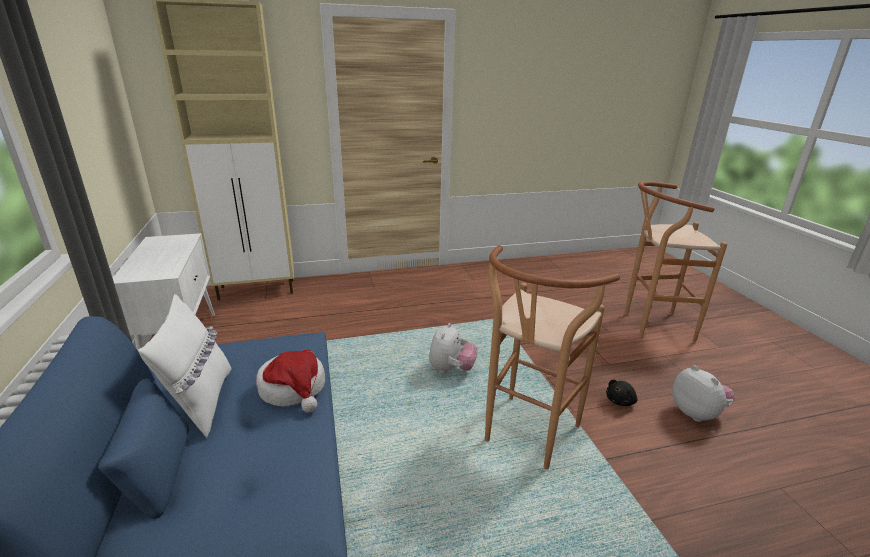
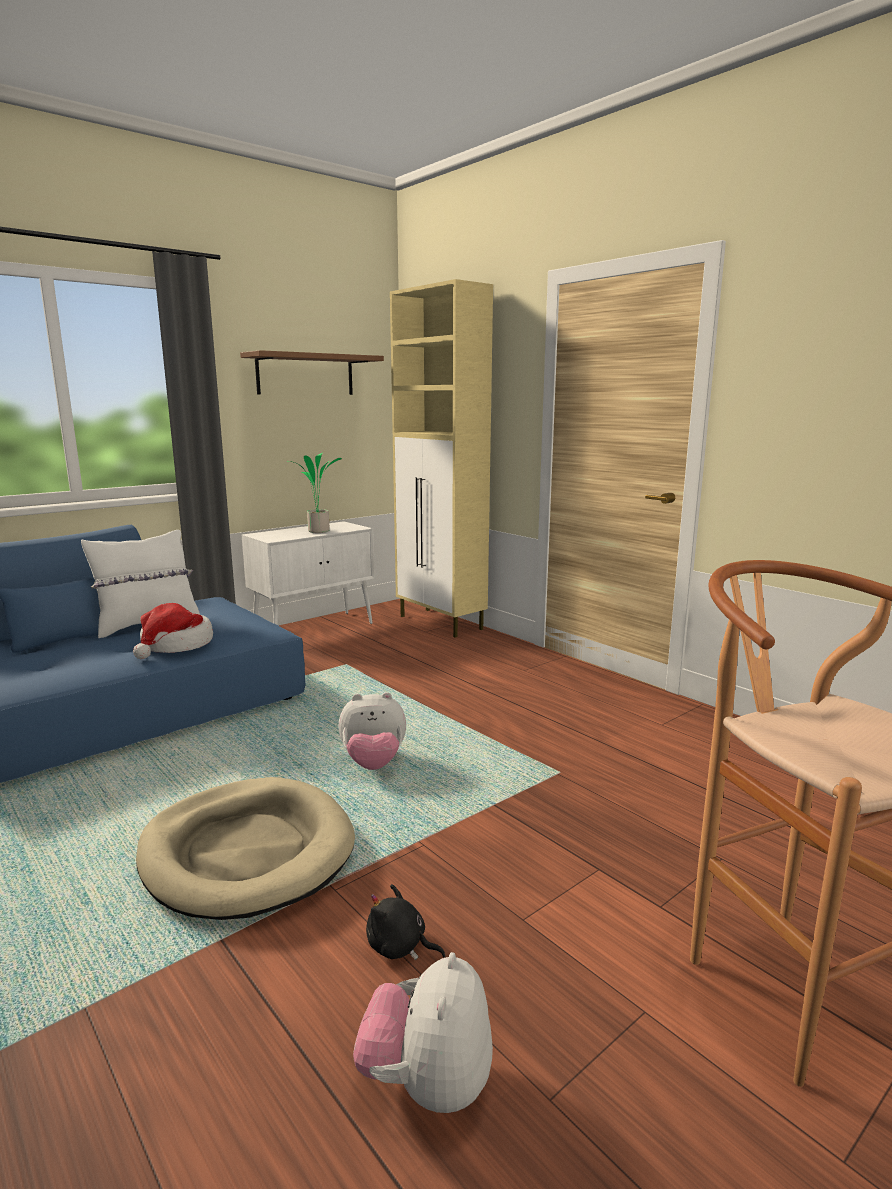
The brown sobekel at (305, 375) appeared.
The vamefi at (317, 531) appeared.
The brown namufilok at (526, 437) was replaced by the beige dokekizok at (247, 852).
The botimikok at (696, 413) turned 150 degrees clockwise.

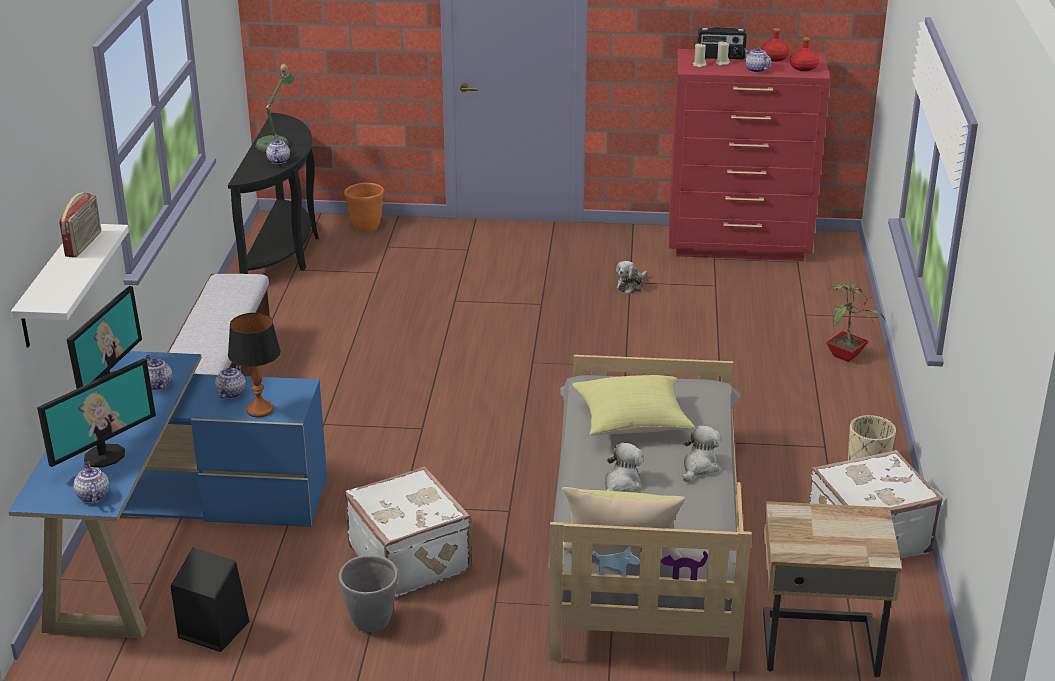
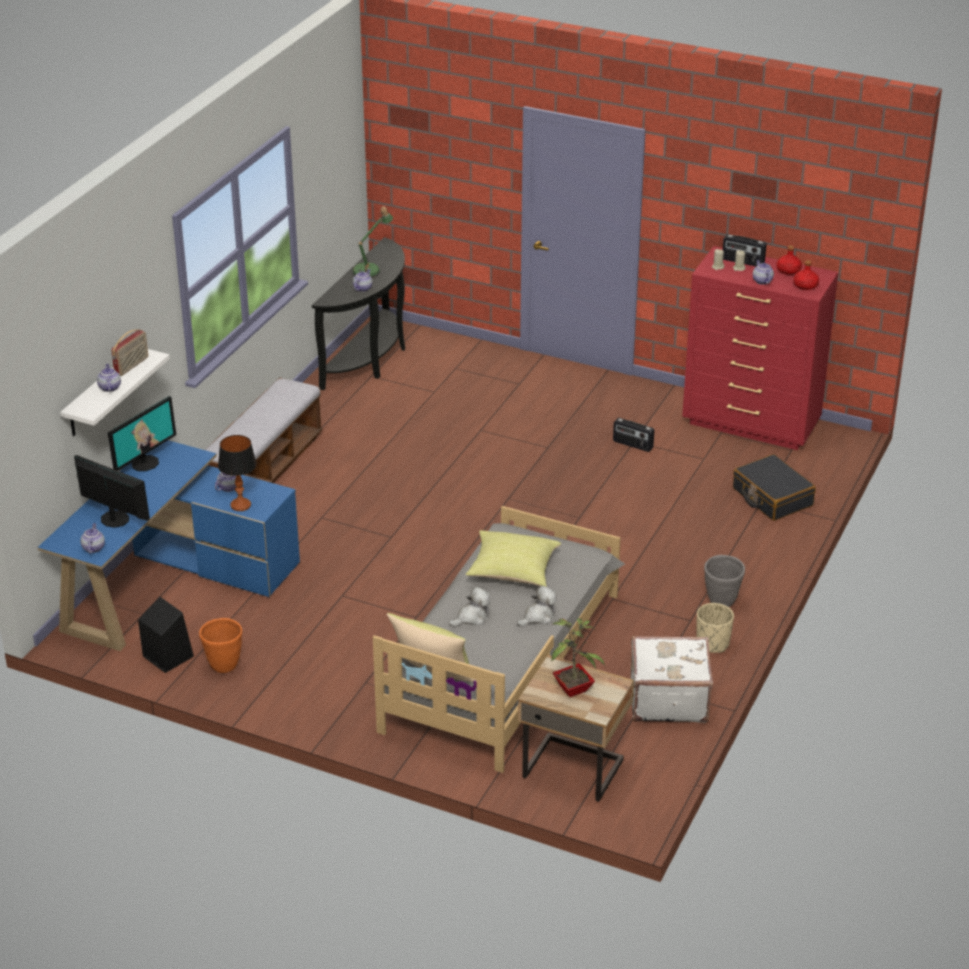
The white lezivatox at (411, 559) disappeared.
The black lezivatox at (772, 497) appeared.
The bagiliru moved from (157, 384) to (109, 387).
The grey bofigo moved from (371, 623) to (721, 601).
The orange bofigo moved from (365, 228) to (223, 665).
The vamefi moved from (846, 355) to (574, 689).
The botimikok at (631, 285) was replaced by the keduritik at (632, 445).
The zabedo at (104, 455) turned 120 degrees counterclockwise.

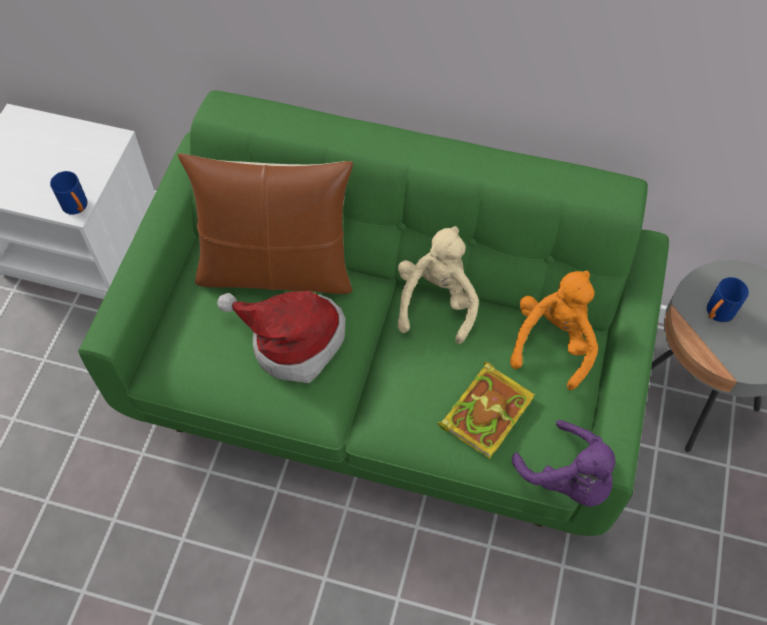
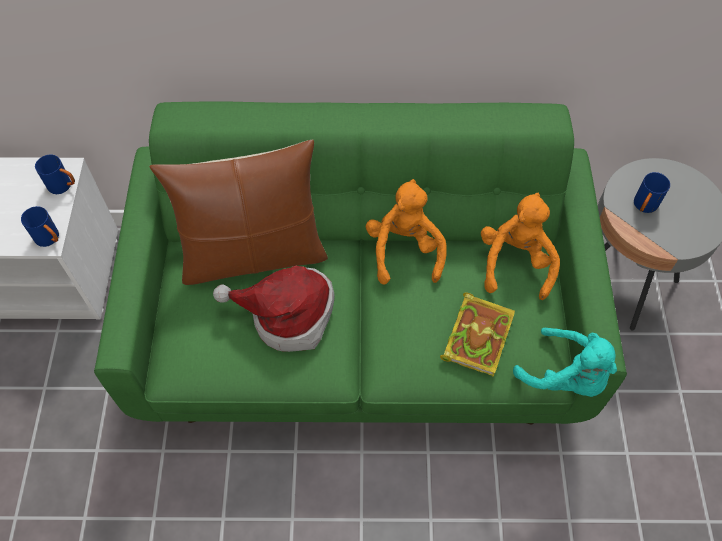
The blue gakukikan at (64, 186) appeared.
The beige botimikok at (436, 301) became the orange botimikok at (404, 250).
The purple botimikok at (570, 479) became the turquoise botimikok at (566, 376).

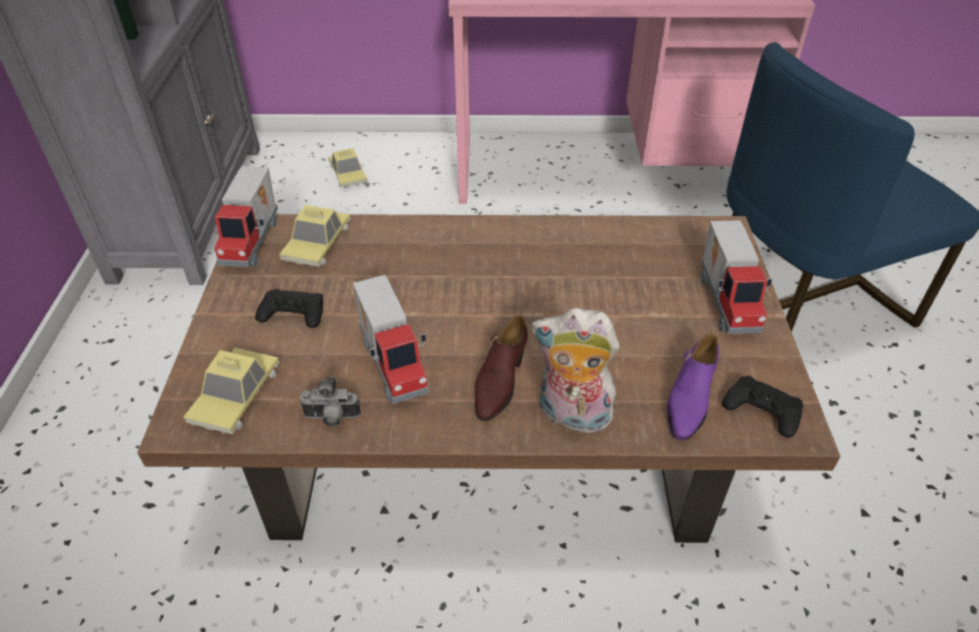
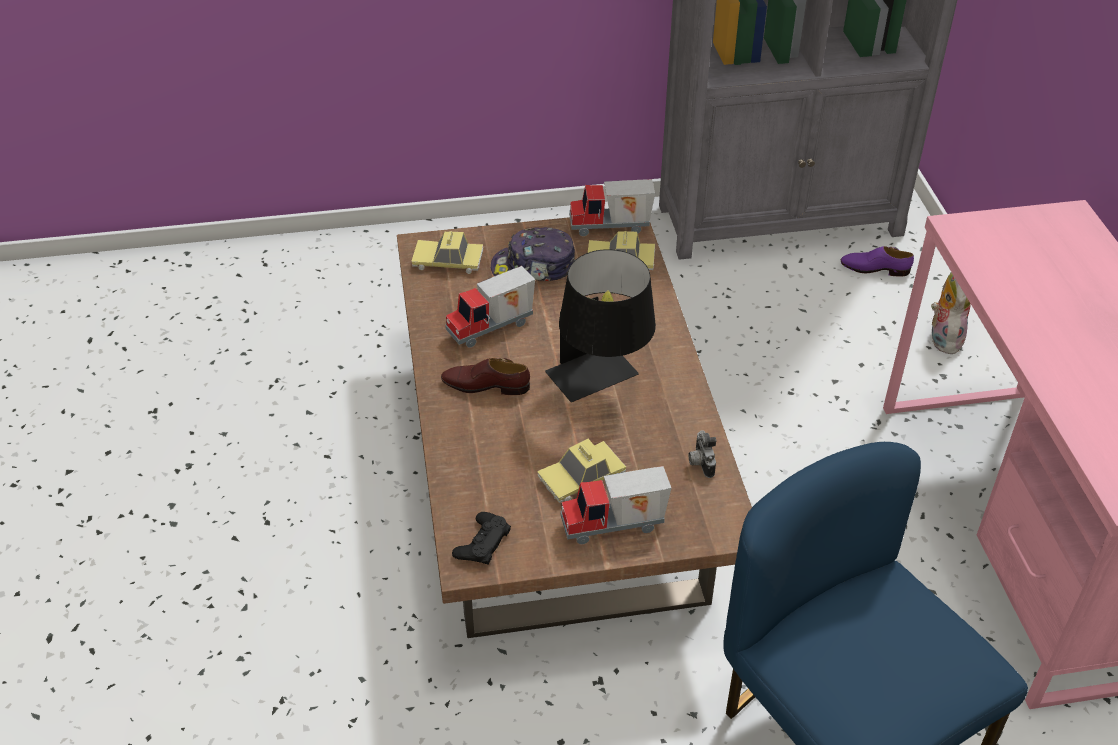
The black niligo at (601, 383) appeared.
The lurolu moved from (331, 418) to (700, 463).
The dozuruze moved from (348, 174) to (581, 477).
The botimikok moved from (571, 416) to (943, 337).
The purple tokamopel moved from (689, 399) to (874, 268).
The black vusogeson at (293, 313) was replaced by the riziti at (533, 267).

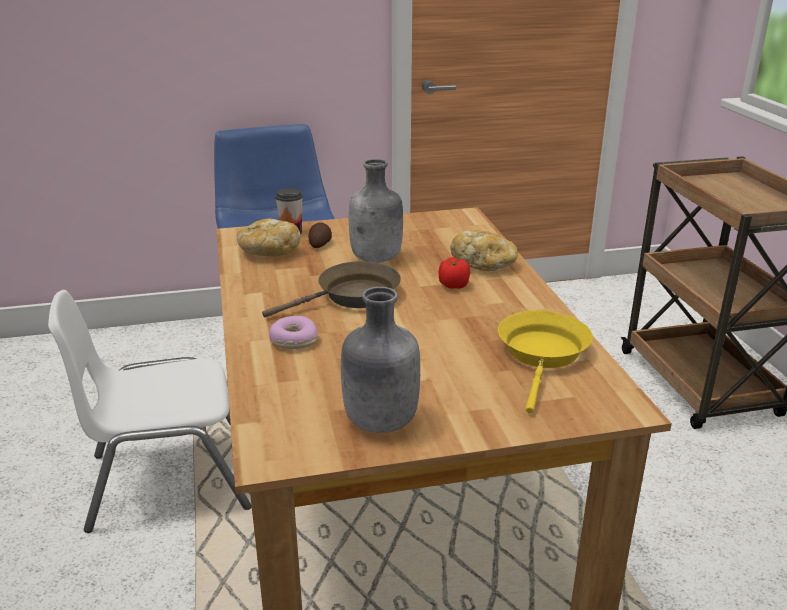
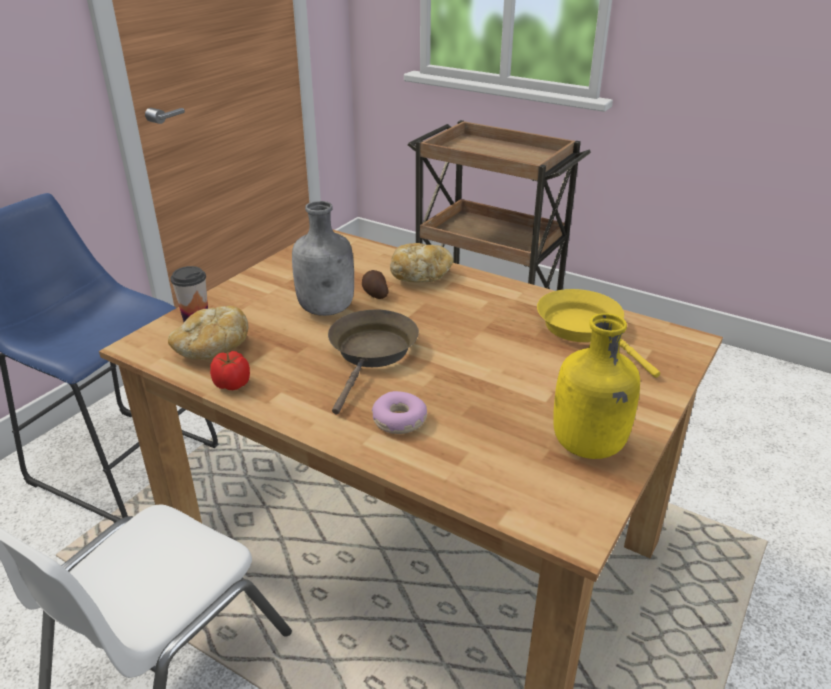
The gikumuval moved from (319, 244) to (375, 294).
The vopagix moved from (453, 286) to (232, 385).
The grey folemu at (379, 422) became the yellow folemu at (588, 446).

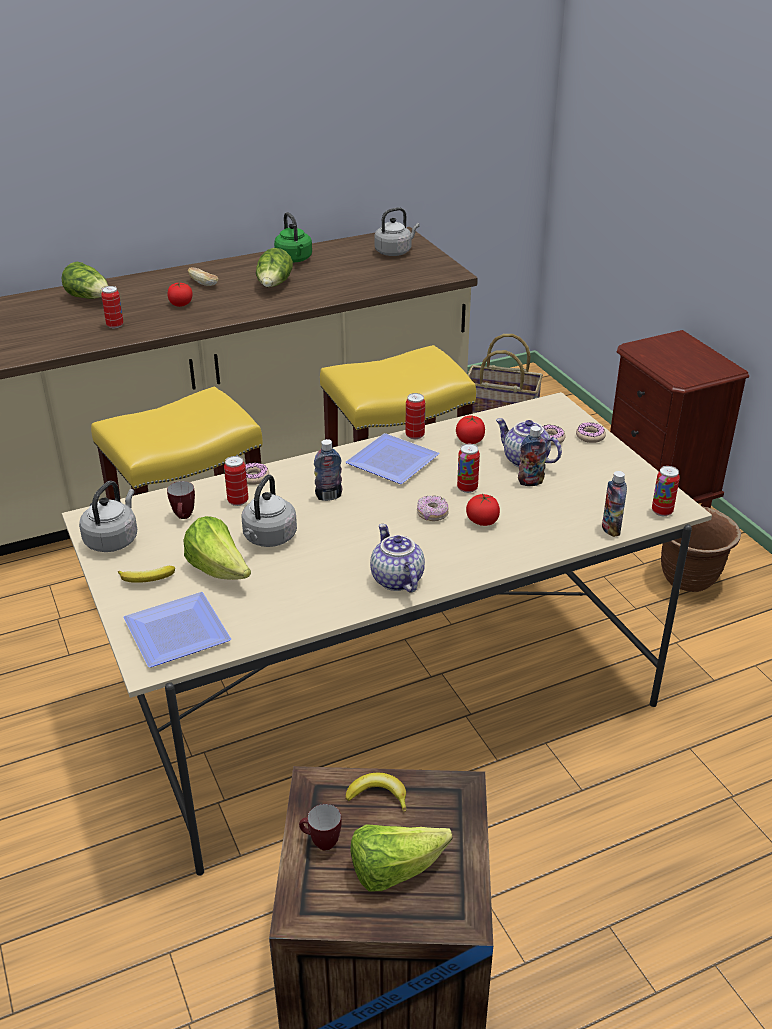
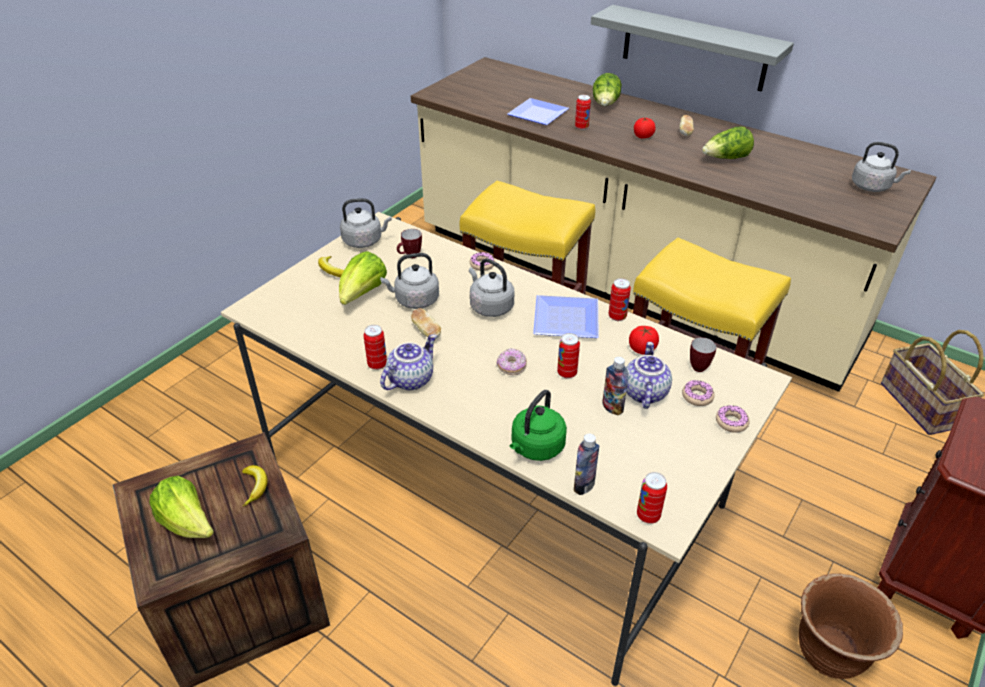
The vopagix at (482, 521) disappeared.
The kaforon at (426, 331) appeared.
The grey sobekel at (694, 48) appeared.
The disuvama moved from (179, 630) to (540, 114).
The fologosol moved from (238, 501) to (377, 364).
The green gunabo moved from (294, 259) to (536, 448).
The gakukikan moved from (320, 843) to (696, 365).
The folemu at (329, 496) was replaced by the grey gunabo at (490, 306).

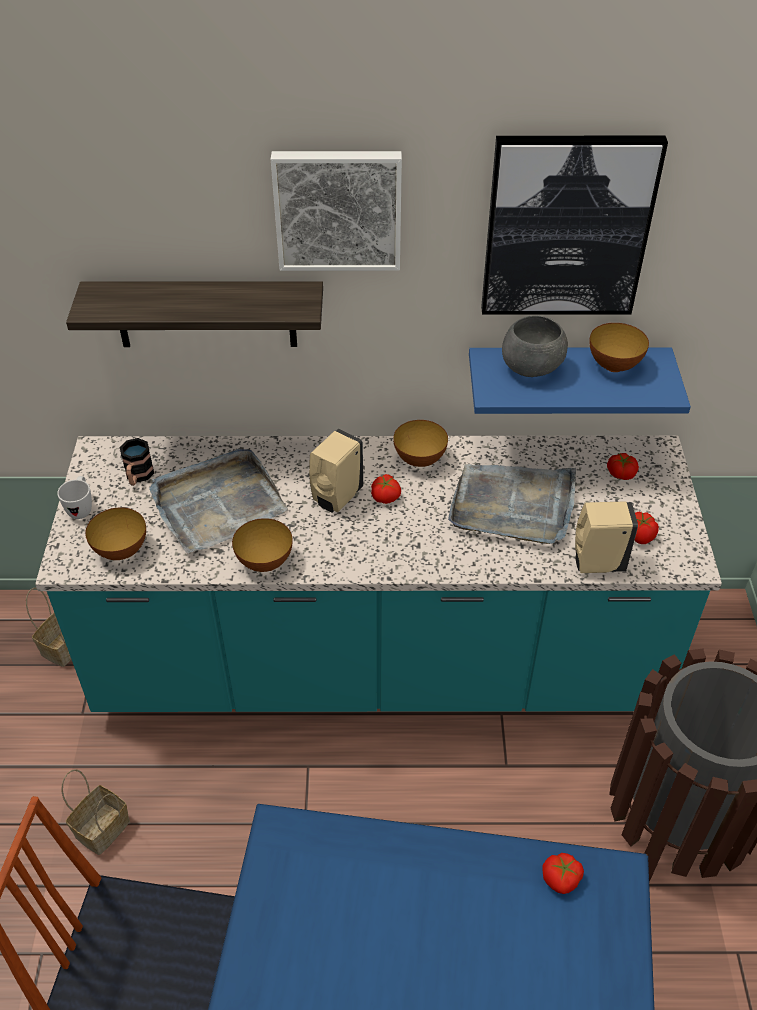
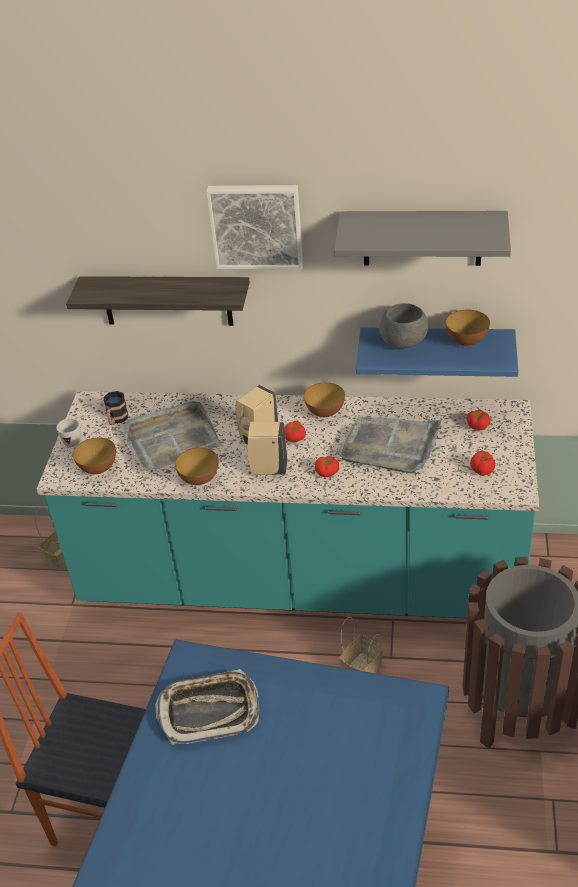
The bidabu at (209, 711) appeared.
The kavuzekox moved from (102, 831) to (361, 670).
The vopagix moved from (561, 879) to (327, 472).
The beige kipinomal moved from (596, 563) to (267, 469).
The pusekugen at (567, 227) was replaced by the grey sobekel at (422, 238).

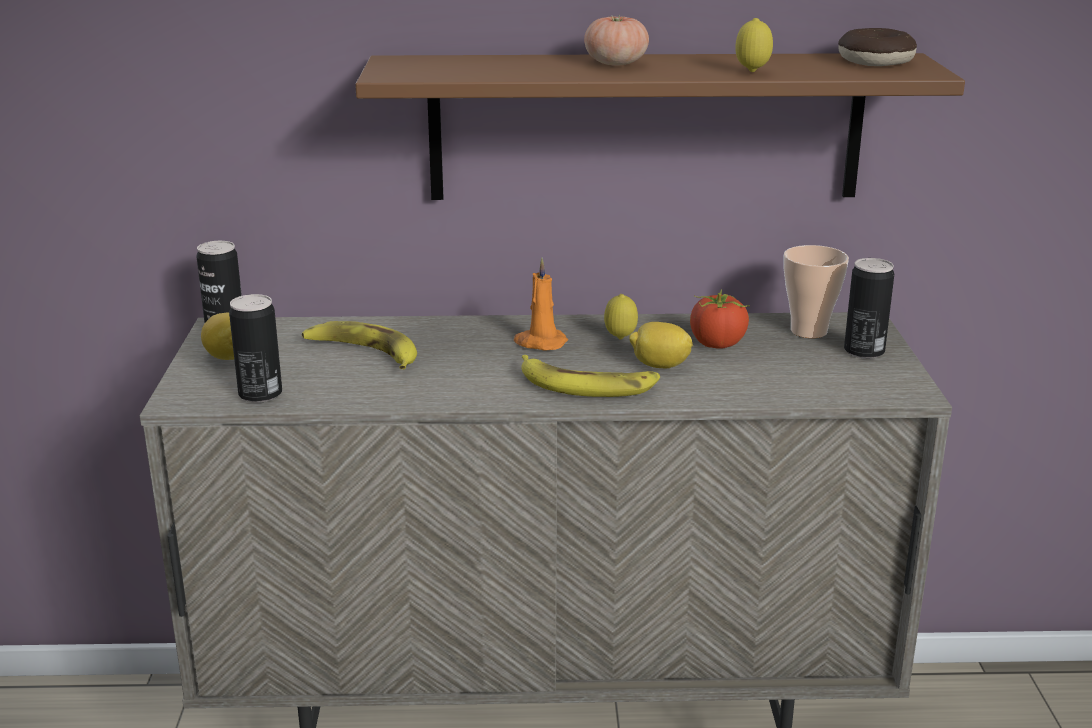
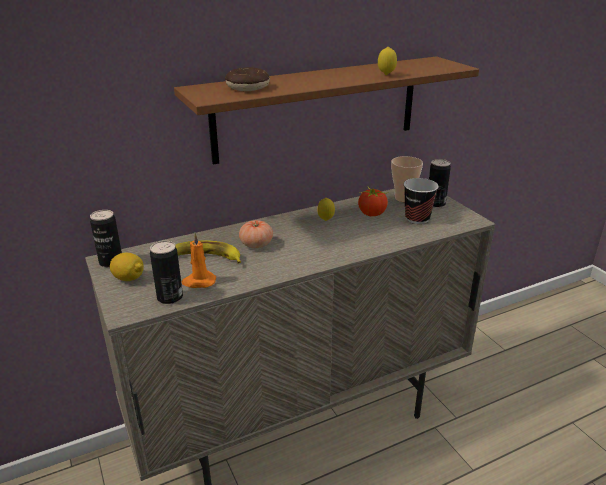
The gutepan at (587, 385) disappeared.
The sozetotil at (660, 366) disappeared.
The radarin at (417, 219) appeared.
The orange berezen moved from (539, 343) to (198, 281).
The vopagix moved from (616, 63) to (256, 244).
The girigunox moved from (875, 61) to (247, 87).

